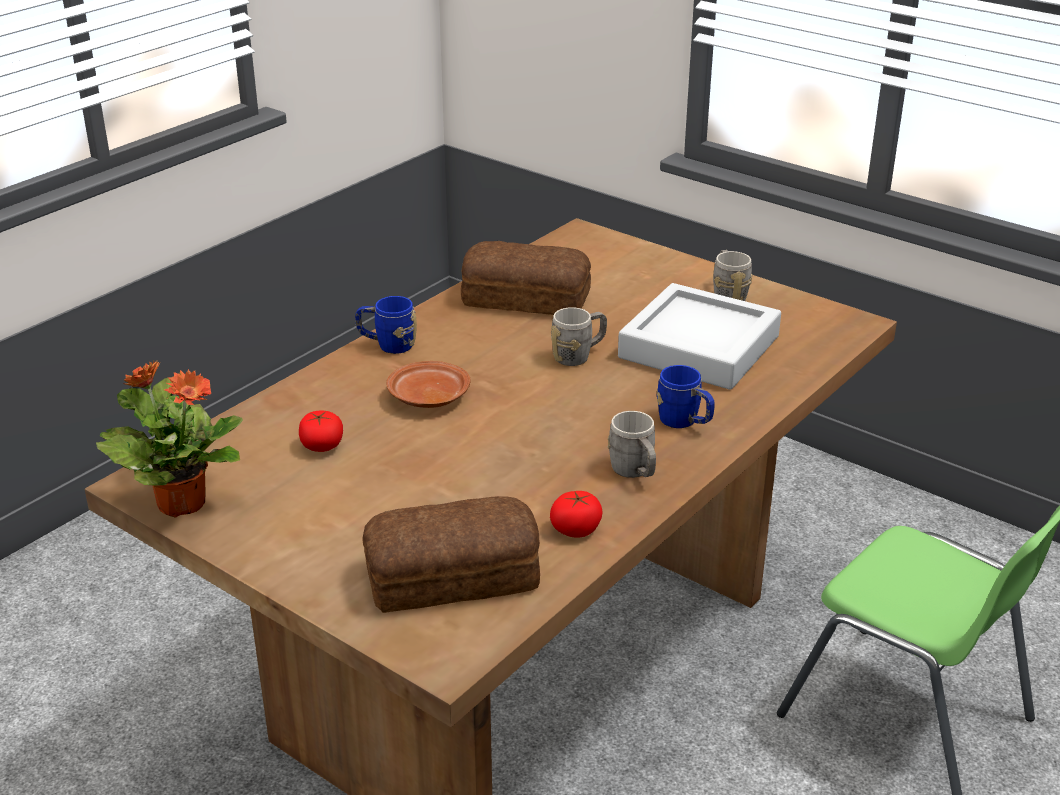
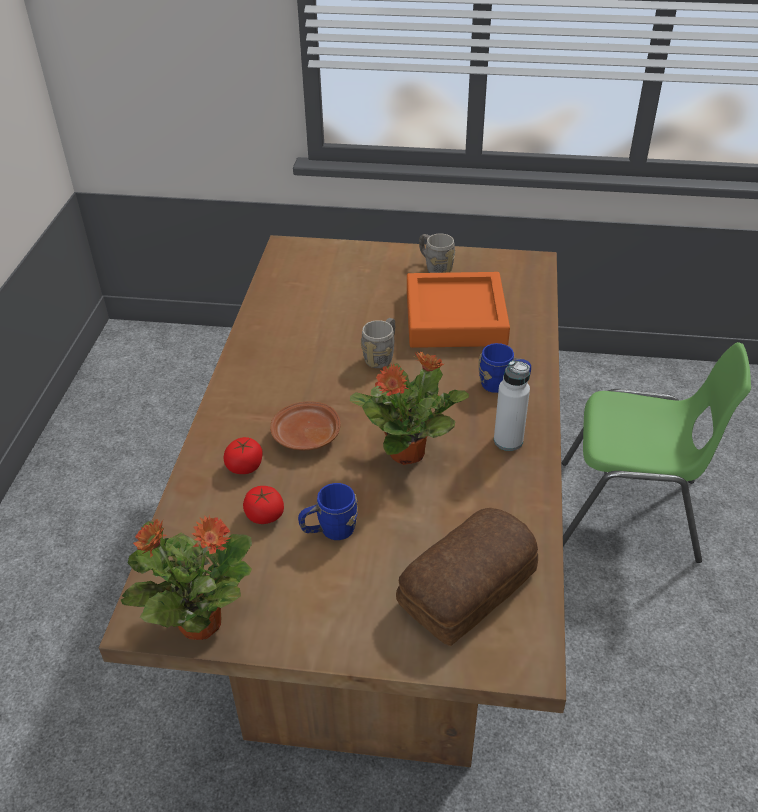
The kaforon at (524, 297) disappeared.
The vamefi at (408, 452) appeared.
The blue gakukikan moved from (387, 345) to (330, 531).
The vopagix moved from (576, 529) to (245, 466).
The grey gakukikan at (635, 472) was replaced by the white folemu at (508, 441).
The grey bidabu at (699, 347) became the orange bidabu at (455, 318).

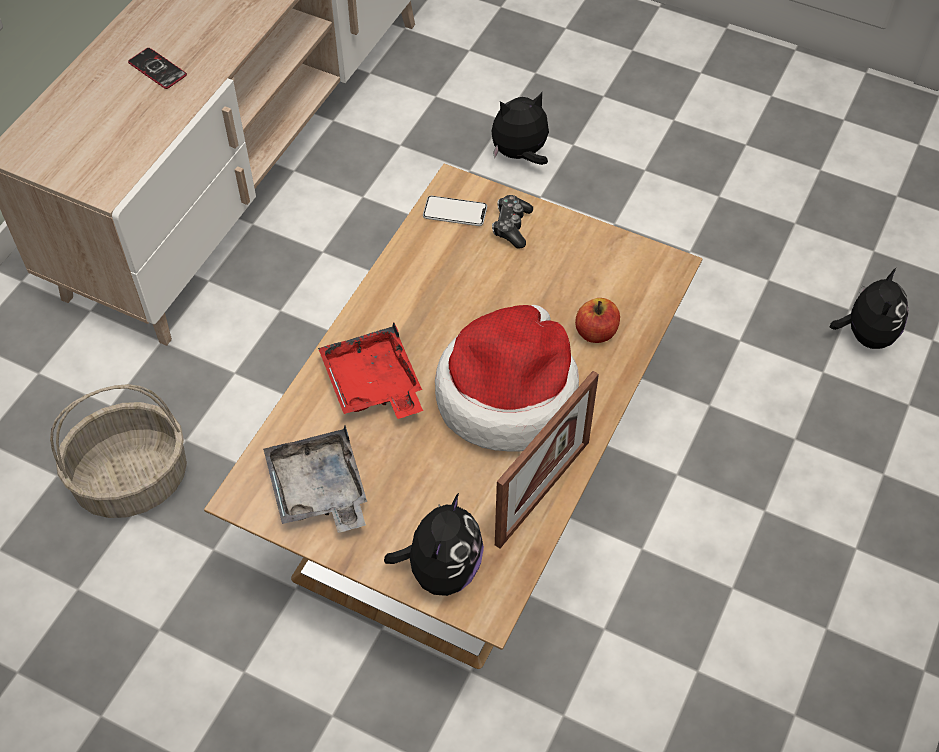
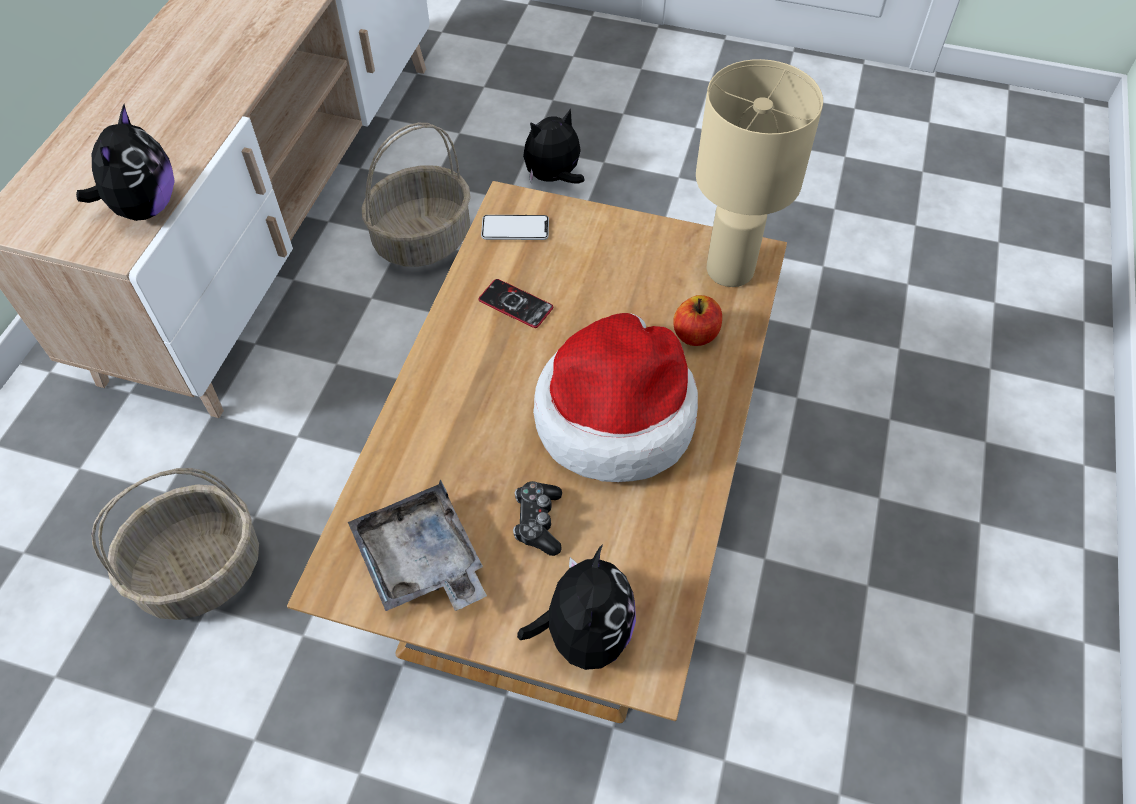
The red bidabu at (373, 385) disappeared.
The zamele at (542, 492) disappeared.
The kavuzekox at (423, 239) appeared.
The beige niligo at (728, 269) appeared.
The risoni moved from (157, 69) to (515, 304).
The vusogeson moved from (512, 226) to (538, 522).
The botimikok moved from (866, 335) to (144, 207).

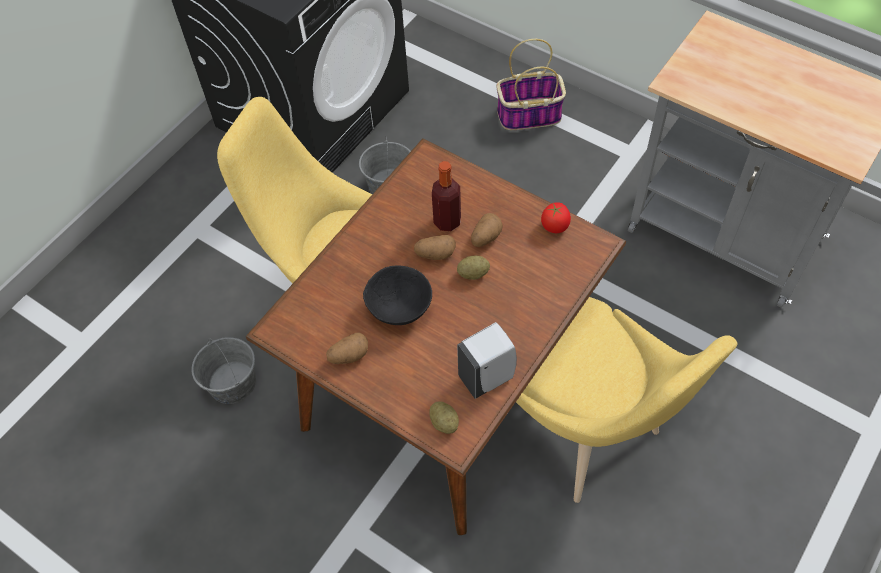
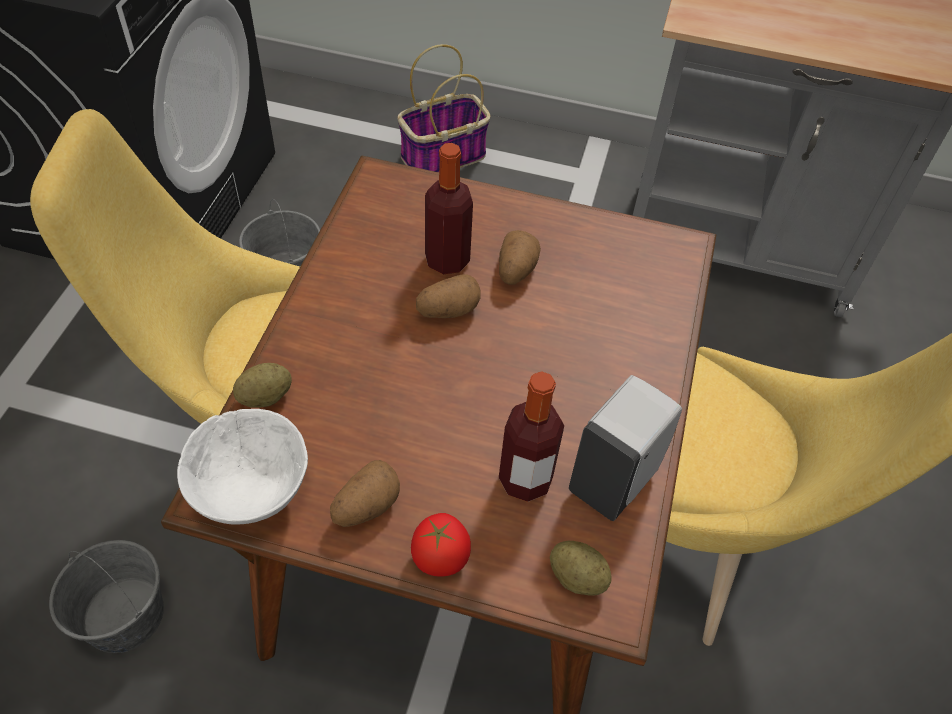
The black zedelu at (400, 308) disappeared.
The white zedelu at (253, 490) appeared.
The folemu at (525, 479) appeared.
The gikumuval moved from (473, 273) to (265, 397).
The vopagix moved from (555, 226) to (440, 557).

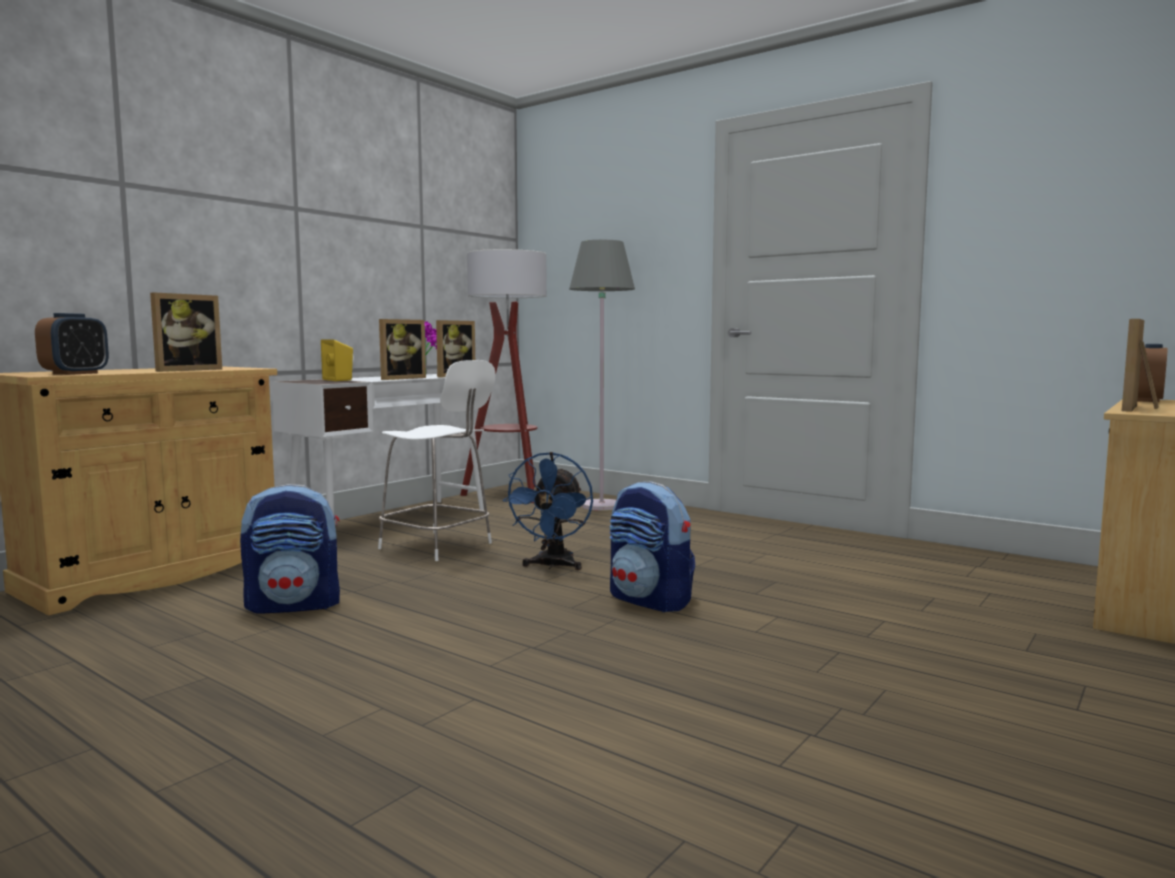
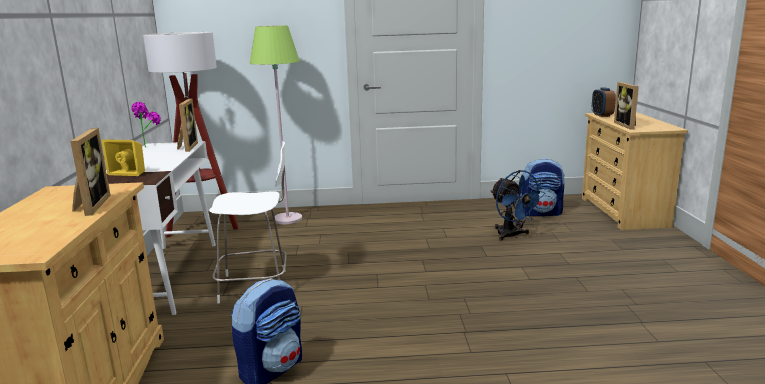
The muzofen at (75, 373) disappeared.
The zamele at (399, 378) disappeared.
The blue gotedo moved from (552, 566) to (512, 236).
The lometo moved from (650, 601) to (541, 213).
The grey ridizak at (601, 506) became the green ridizak at (288, 219).

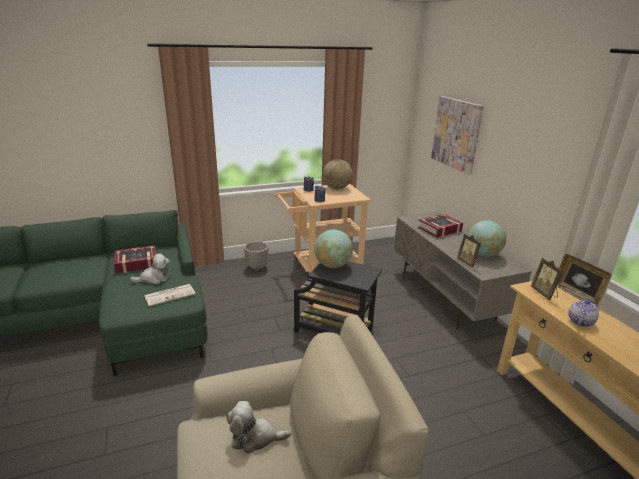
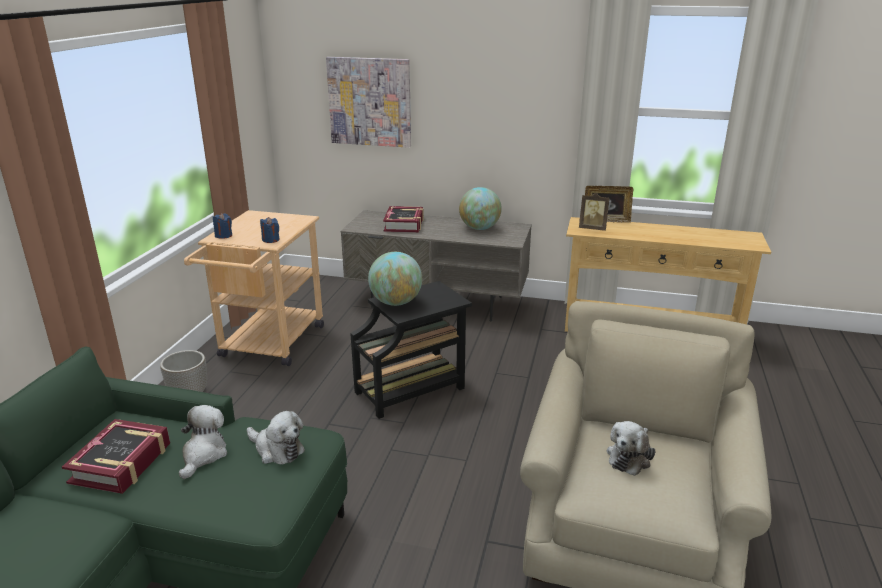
The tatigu at (336, 188) disappeared.
The zamele at (468, 263) disappeared.
The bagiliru at (580, 321) disappeared.
The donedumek at (170, 295) was replaced by the botimikok at (277, 449).

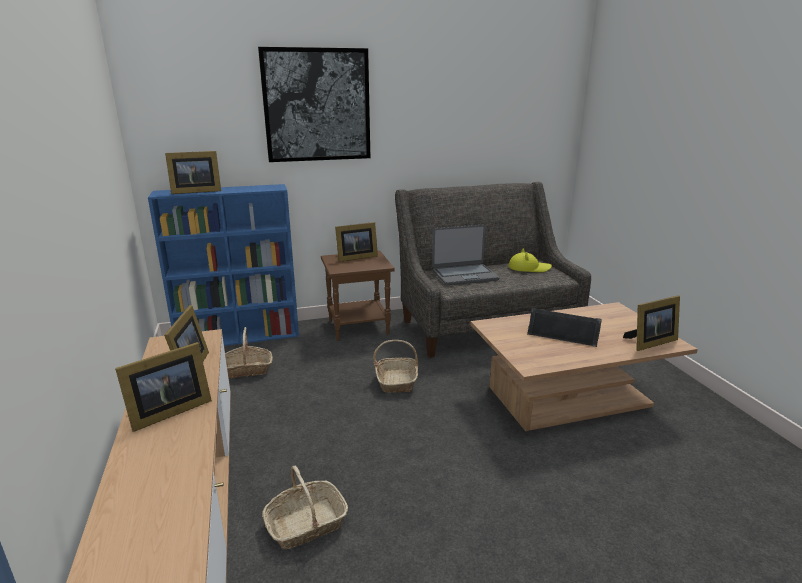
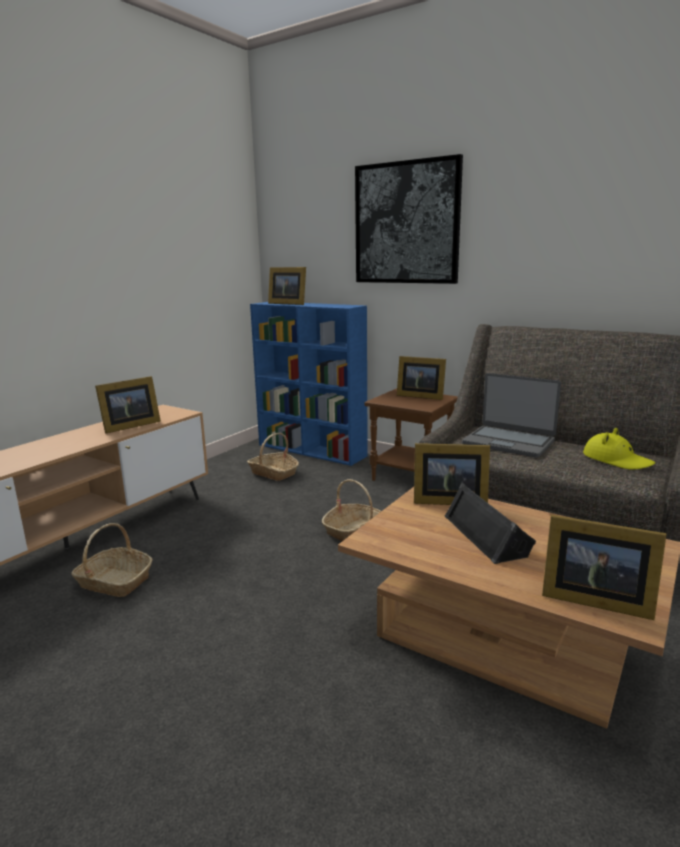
The zamele moved from (167, 412) to (447, 500).

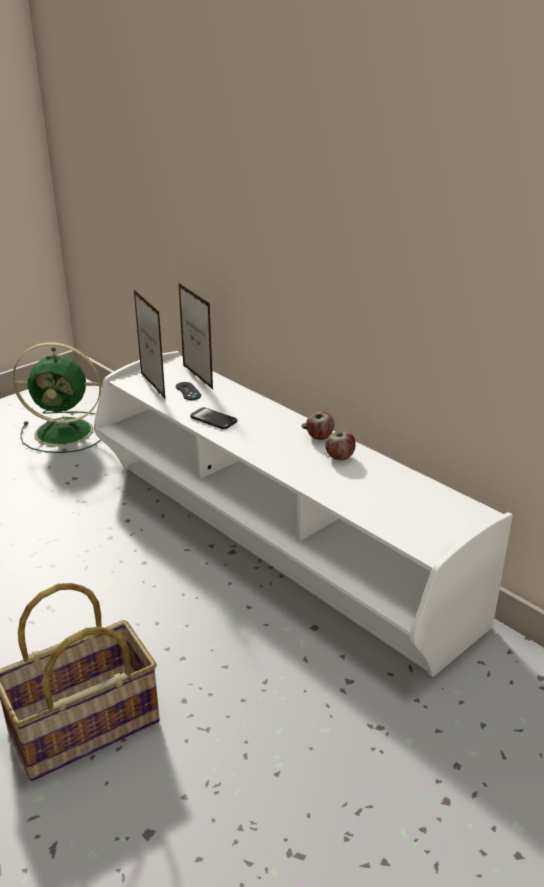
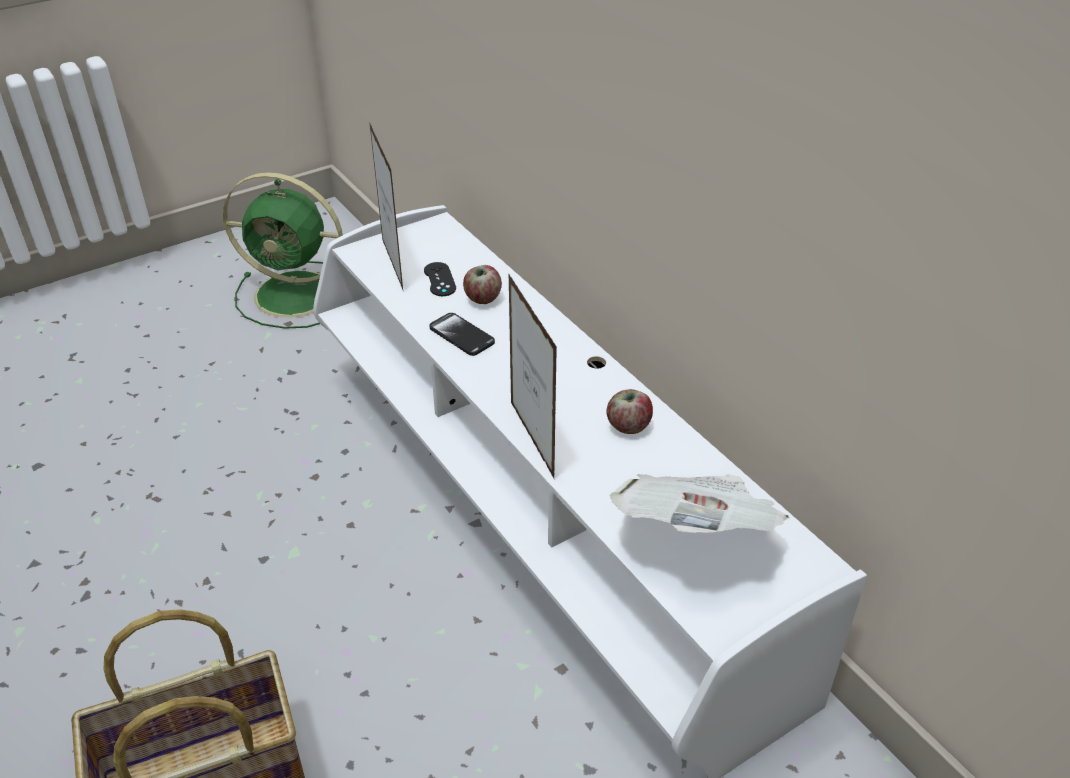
The donedumek at (696, 532) appeared.
The zamele moved from (197, 377) to (531, 439).
The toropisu moved from (319, 437) to (482, 299).

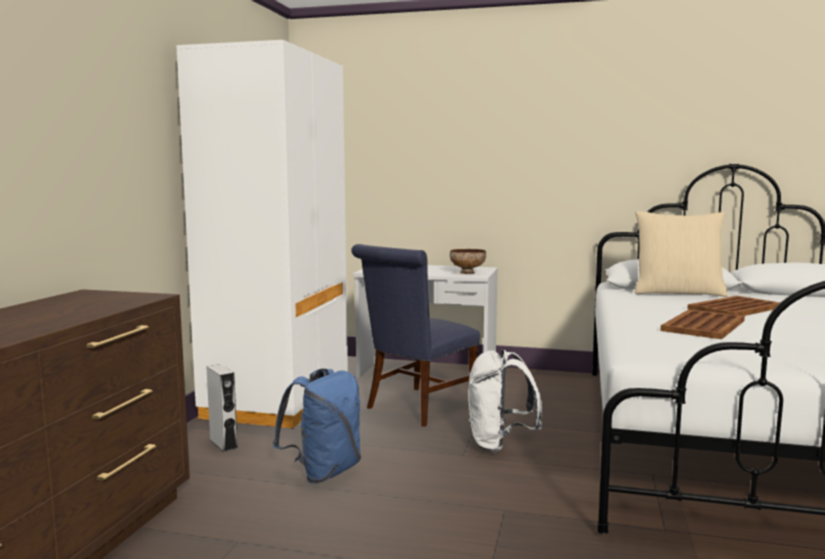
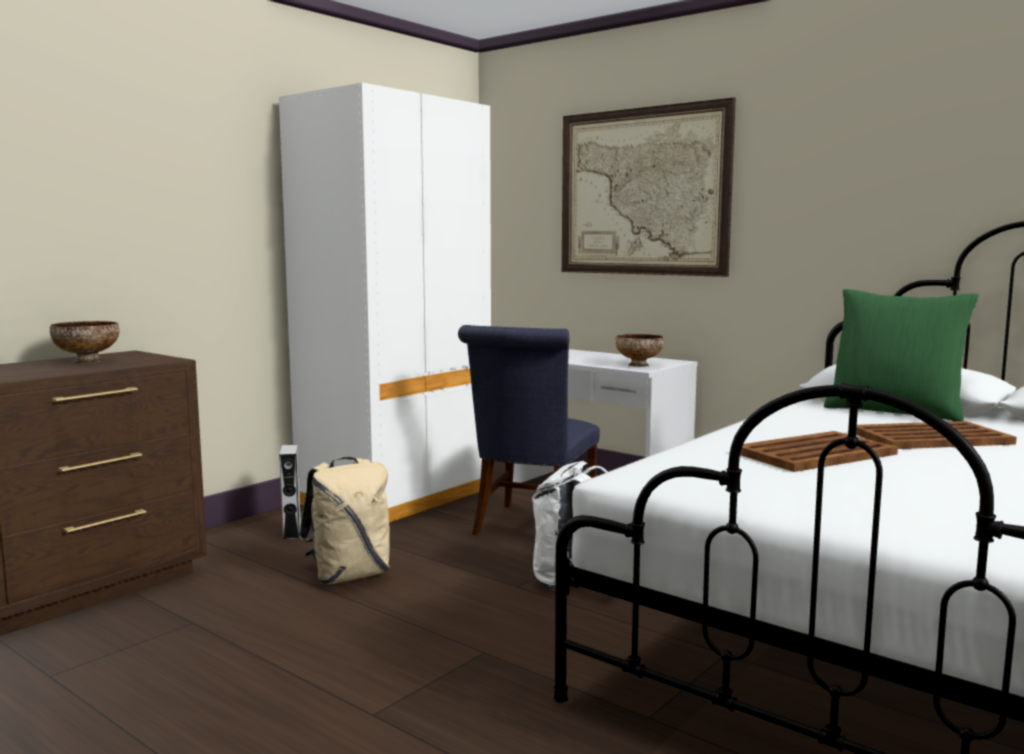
The zedelu at (86, 361) appeared.
The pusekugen at (642, 192) appeared.
The blue lometo at (324, 472) became the beige lometo at (349, 575).
The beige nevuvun at (677, 293) became the green nevuvun at (895, 411).
The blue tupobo at (416, 408) turned 45 degrees counterclockwise.

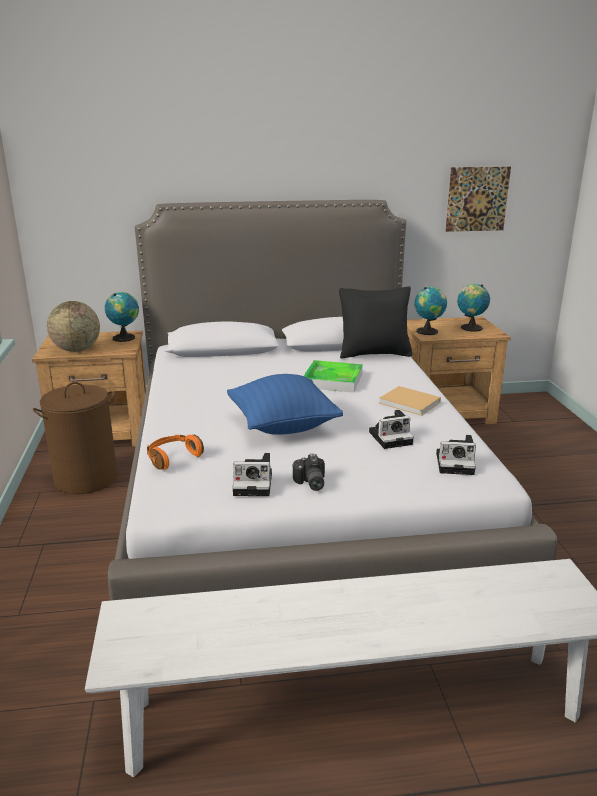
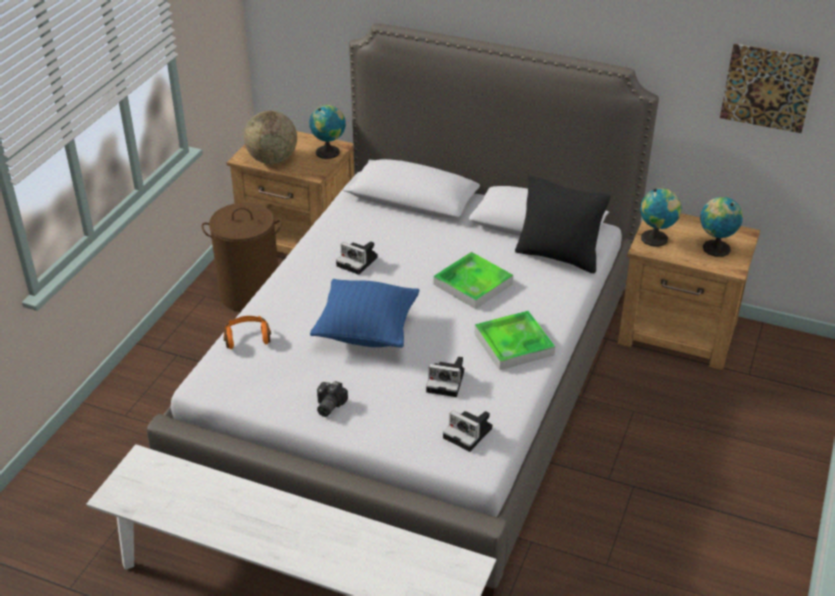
The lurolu moved from (255, 484) to (358, 262).
The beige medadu at (411, 403) was replaced by the bidabu at (514, 344).

